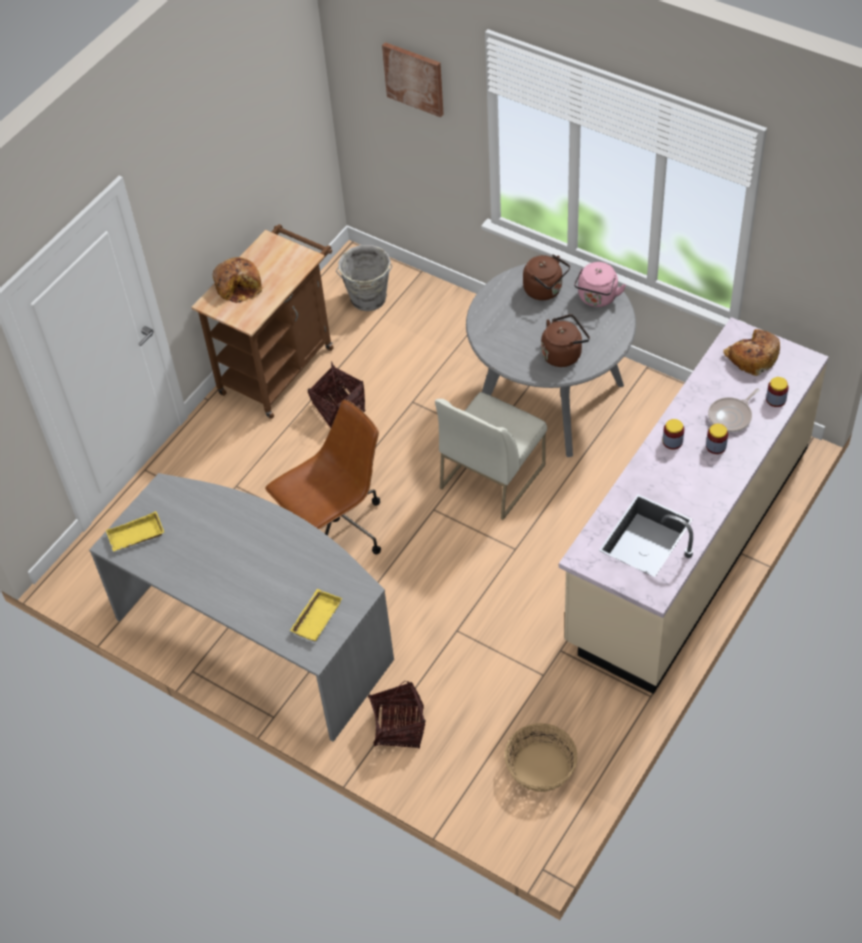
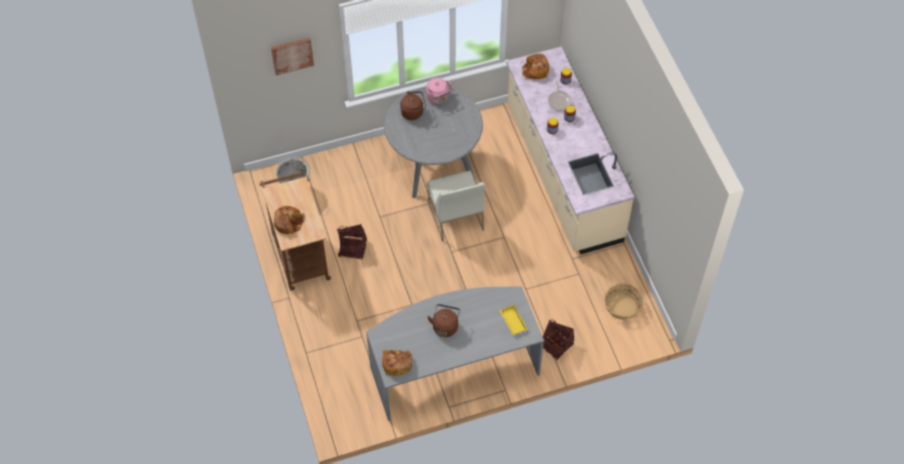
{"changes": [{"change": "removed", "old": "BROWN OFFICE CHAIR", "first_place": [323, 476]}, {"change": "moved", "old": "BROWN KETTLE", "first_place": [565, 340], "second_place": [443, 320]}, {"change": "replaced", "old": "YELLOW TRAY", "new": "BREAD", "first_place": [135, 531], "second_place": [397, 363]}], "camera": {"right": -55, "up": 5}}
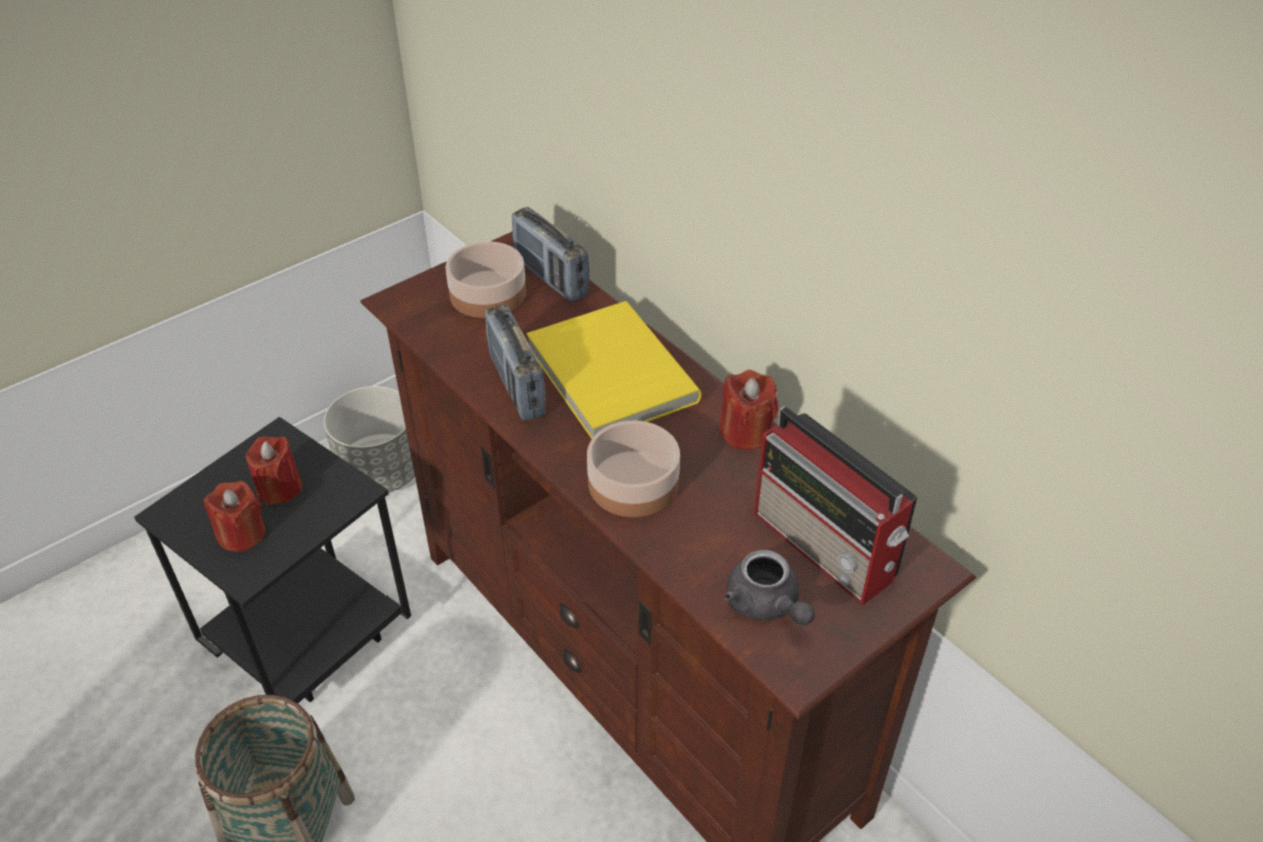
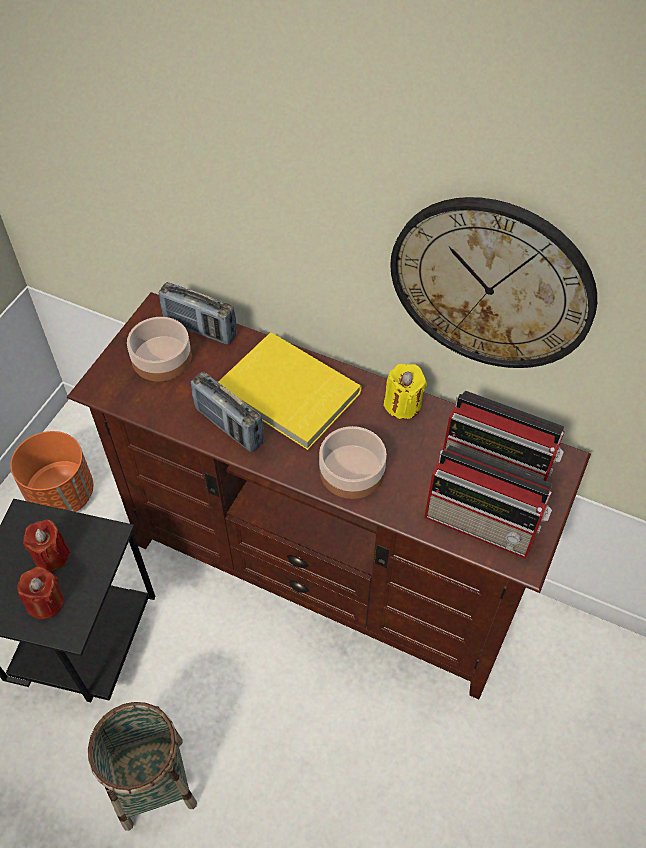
{"changes": [{"change": "added", "new": "WALL CLOCK", "second_place": [493, 282]}, {"change": "replaced", "old": "GREY TEAPOT", "new": "RADIO", "first_place": [769, 587], "second_place": [488, 502]}, {"change": "recoloured", "old": "GREY PLANTER", "new": "ORANGE PLANTER", "first_place": [369, 439], "second_place": [51, 471]}, {"change": "recoloured", "old": "RED CANDLE", "new": "YELLOW CANDLE", "first_place": [749, 410], "second_place": [405, 391]}], "camera": {"right": -25, "up": 10}}
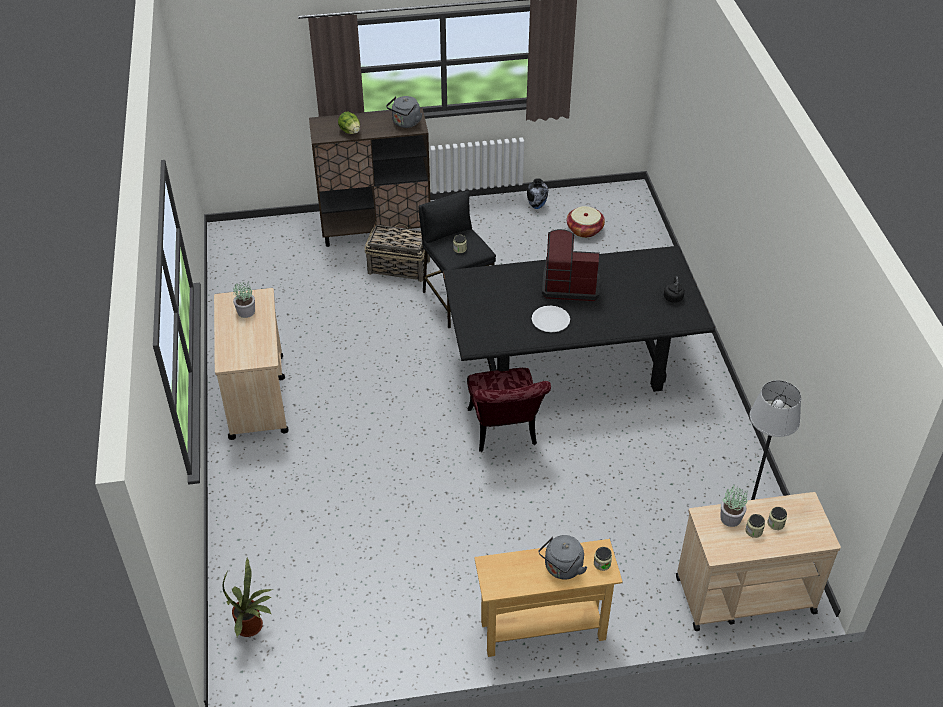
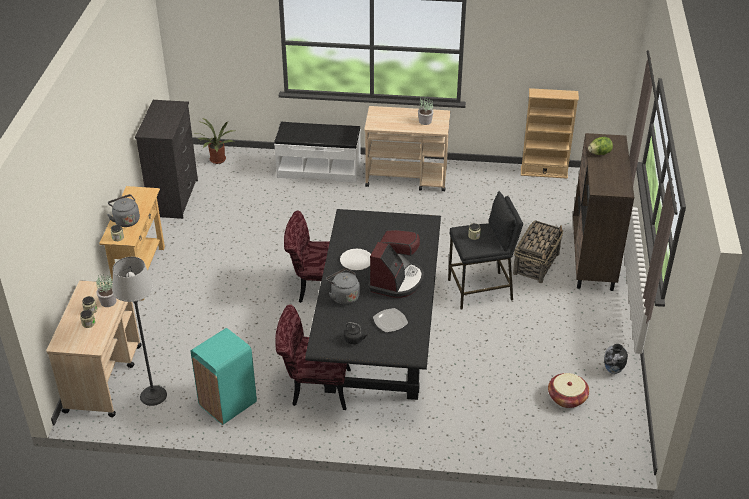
{"changes": [{"change": "added", "new": "BLACK DRESSER", "second_place": [166, 159]}, {"change": "added", "new": "TURQUOISE TRASH CAN", "second_place": [224, 376]}, {"change": "added", "new": "WHITE BENCH", "second_place": [317, 152]}, {"change": "added", "new": "RED CHAIR", "second_place": [313, 357]}, {"change": "added", "new": "PLATE", "second_place": [390, 320]}, {"change": "added", "new": "BEIGE BOOKCASE", "second_place": [550, 133]}, {"change": "moved", "old": "GREY KETTLE", "first_place": [404, 112], "second_place": [343, 286]}], "camera": {"right": 105, "up": -5}}
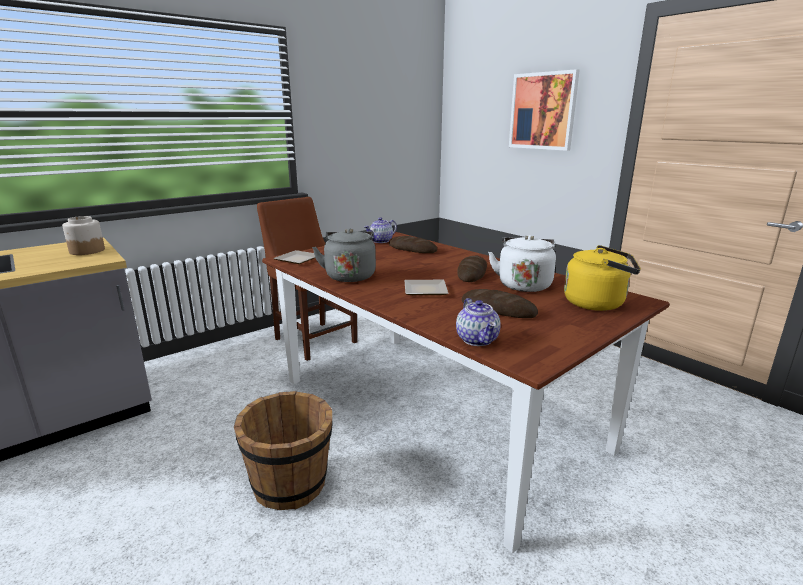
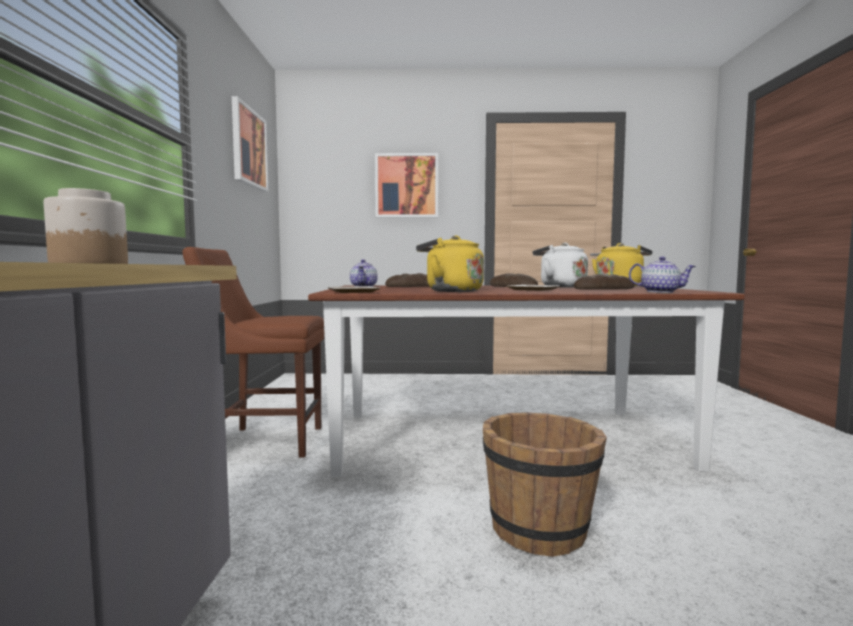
{"changes": [{"change": "added", "new": "PICTURE", "second_place": [250, 144]}, {"change": "recoloured", "old": "GREY KETTLE", "new": "YELLOW KETTLE", "first_place": [344, 255], "second_place": [450, 264]}], "camera": {"right": -50, "up": -15}}
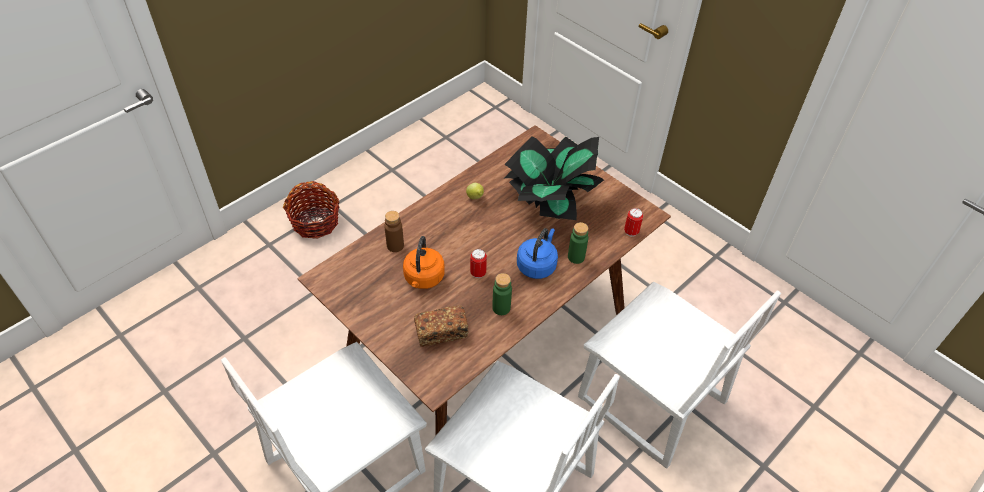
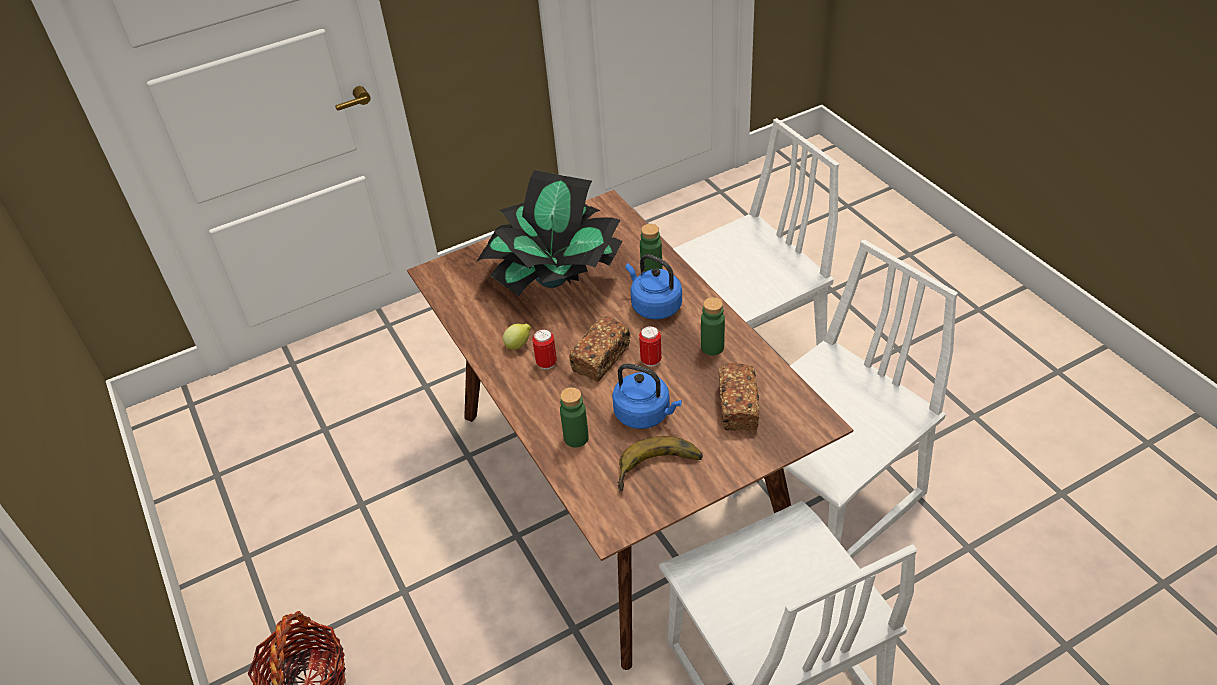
{"changes": [{"change": "added", "new": "BREAD", "second_place": [600, 349]}, {"change": "added", "new": "BANANA", "second_place": [660, 464]}, {"change": "moved", "old": "CAN", "first_place": [633, 222], "second_place": [544, 349]}, {"change": "recoloured", "old": "BROWN BOTTLE", "new": "GREEN BOTTLE", "first_place": [394, 231], "second_place": [574, 417]}, {"change": "recoloured", "old": "ORANGE KETTLE", "new": "BLUE KETTLE", "first_place": [424, 262], "second_place": [647, 396]}], "camera": {"right": -70, "up": -5}}
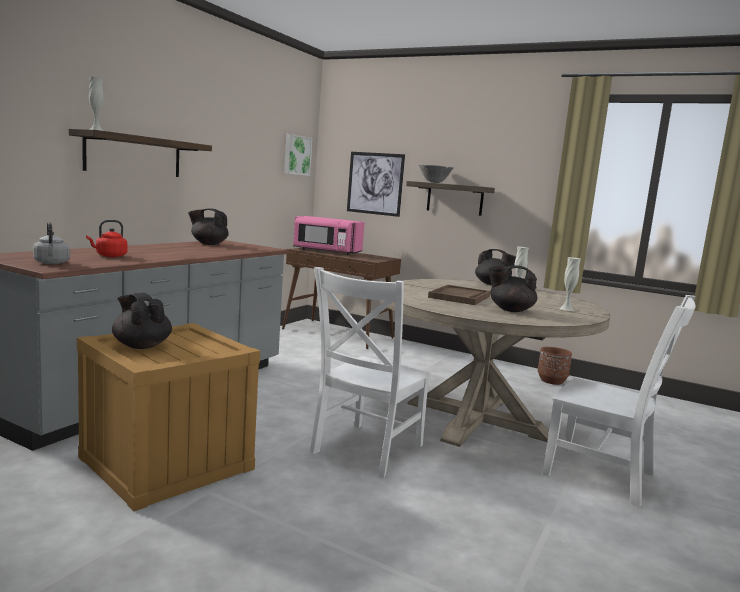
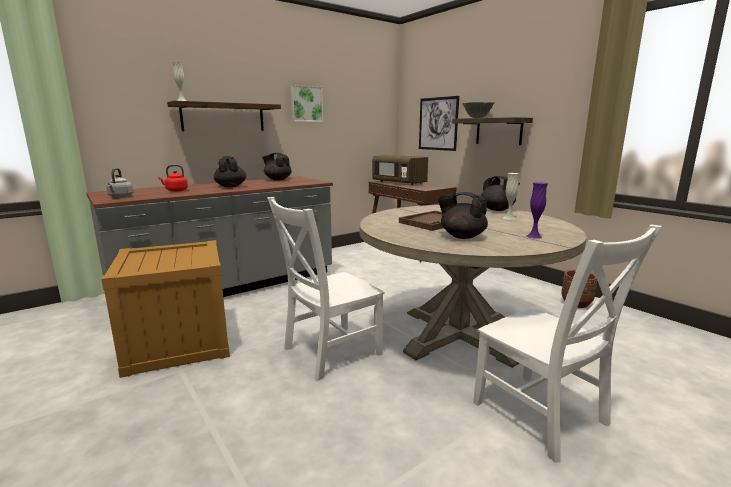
{"changes": [{"change": "moved", "old": "BLACK TEAPOT", "first_place": [142, 321], "second_place": [230, 171]}, {"change": "moved", "old": "PICTURE", "first_place": [298, 155], "second_place": [306, 103]}, {"change": "recoloured", "old": "PINK MICROWAVE", "new": "BROWN MICROWAVE", "first_place": [329, 235], "second_place": [400, 170]}, {"change": "recoloured", "old": "WHITE VASE", "new": "PURPLE VASE", "first_place": [570, 284], "second_place": [537, 210]}], "camera": {"right": 25, "up": 5}}
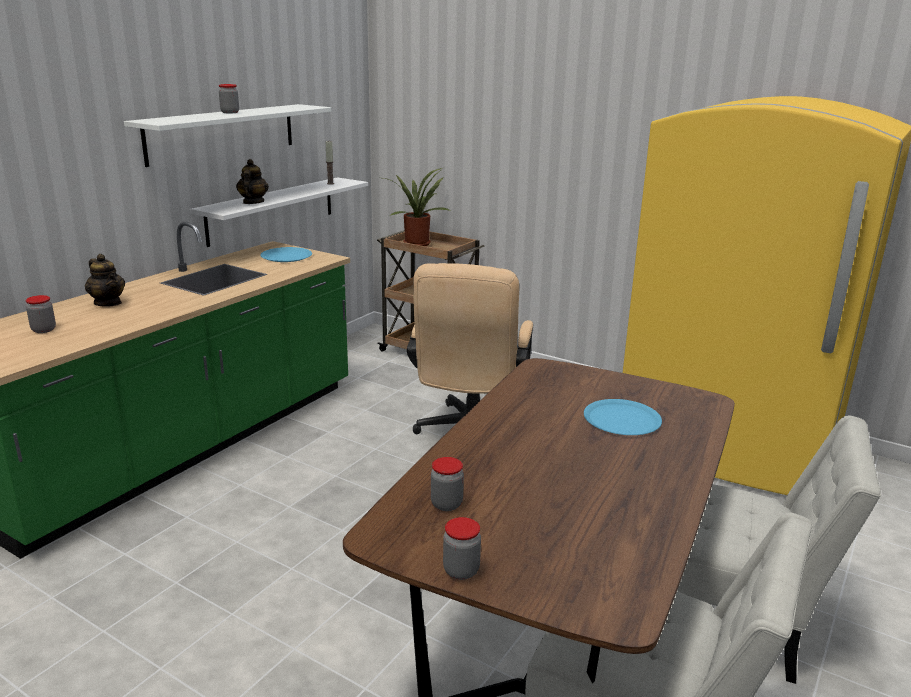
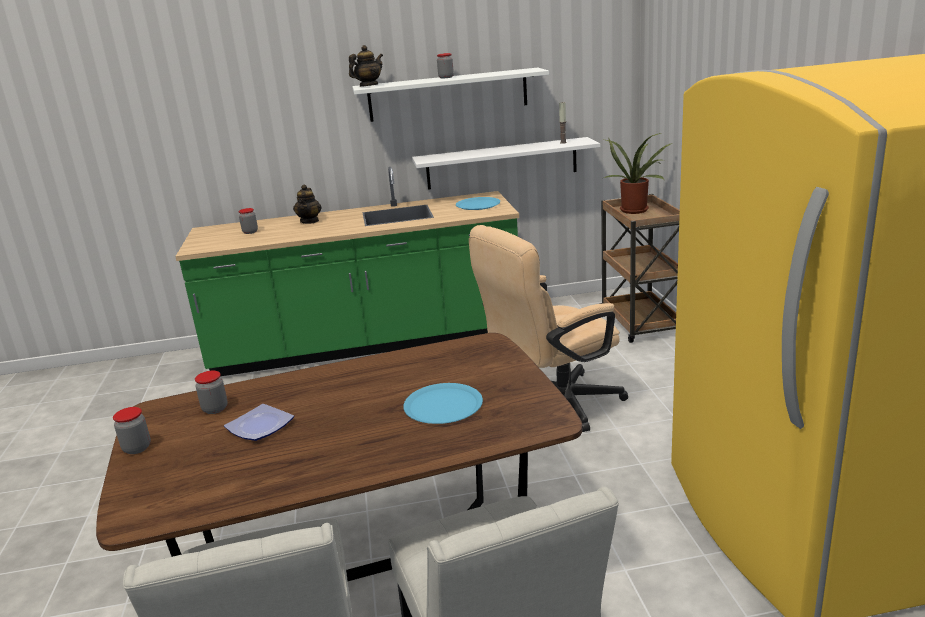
{"changes": [{"change": "added", "new": "PLATE", "second_place": [259, 422]}, {"change": "moved", "old": "TEAPOT", "first_place": [252, 181], "second_place": [366, 66]}], "camera": {"right": 50, "up": 0}}
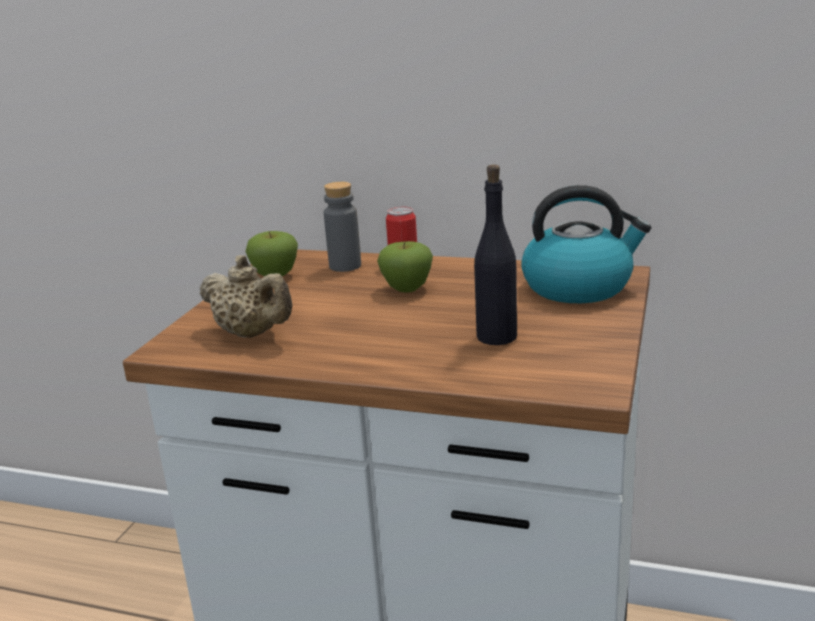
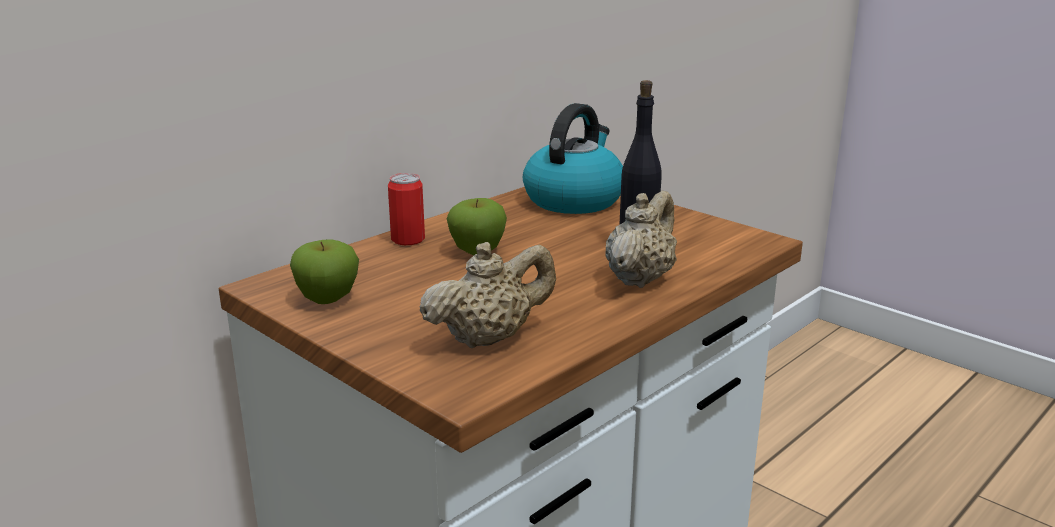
{"changes": [{"change": "removed", "old": "GREY BOTTLE", "first_place": [342, 227]}, {"change": "added", "new": "BEIGE TEAPOT", "second_place": [641, 239]}], "camera": {"right": -65, "up": 0}}
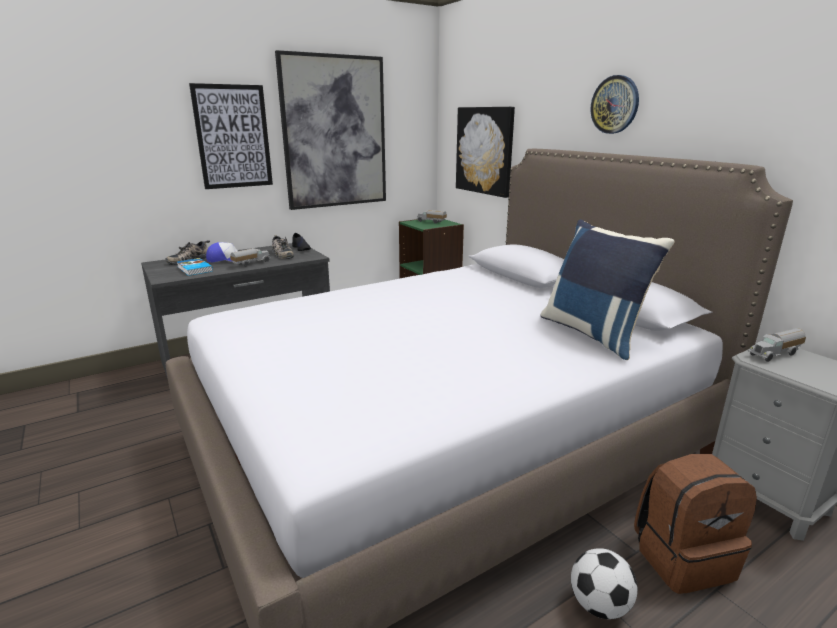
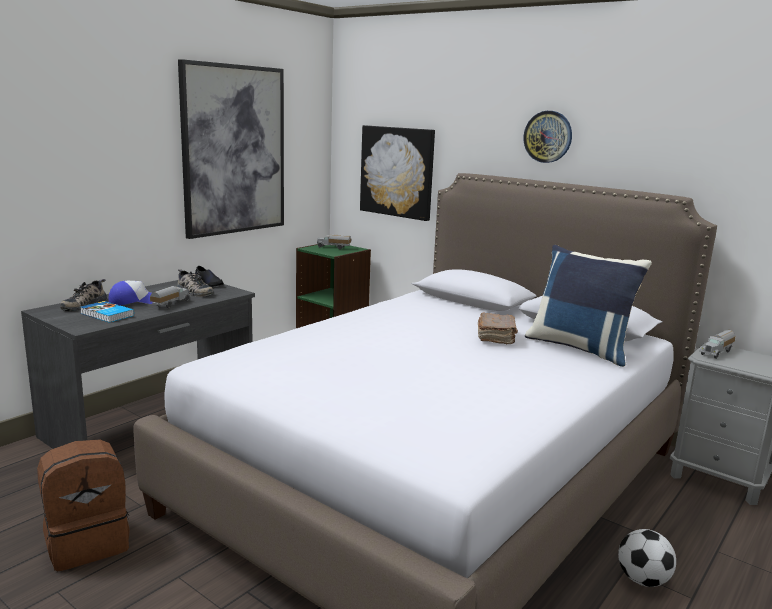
{"changes": [{"change": "removed", "old": "PICTURE", "first_place": [231, 136]}, {"change": "added", "new": "BROWN BOOK", "second_place": [498, 328]}, {"change": "moved", "old": "BROWN BACKPACK", "first_place": [695, 524], "second_place": [83, 505]}], "camera": {"right": -20, "up": -5}}
